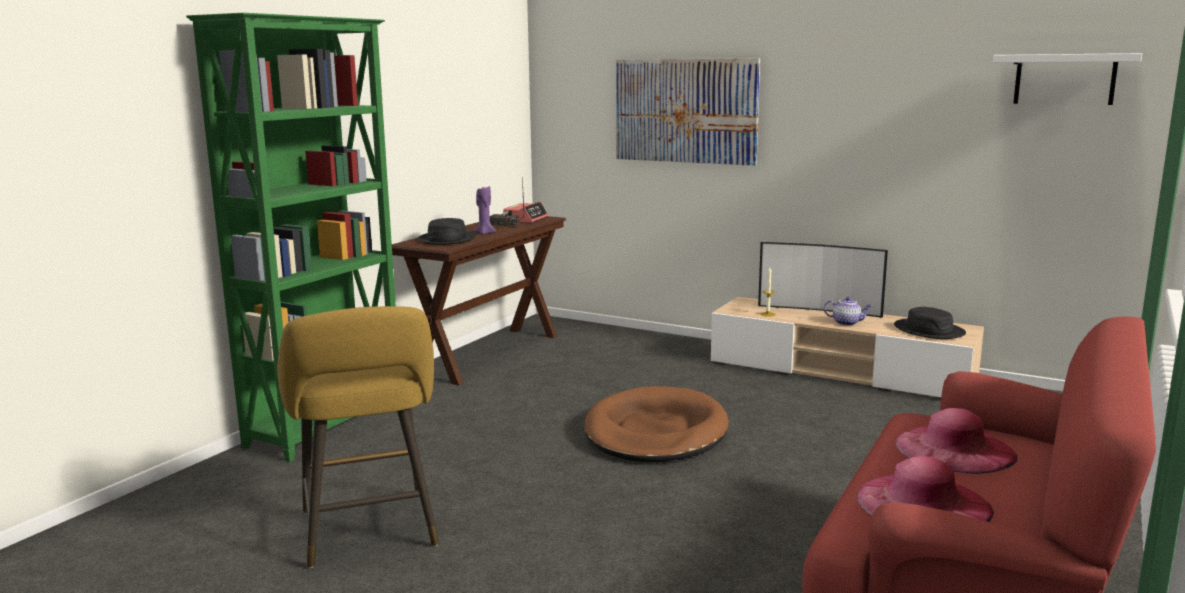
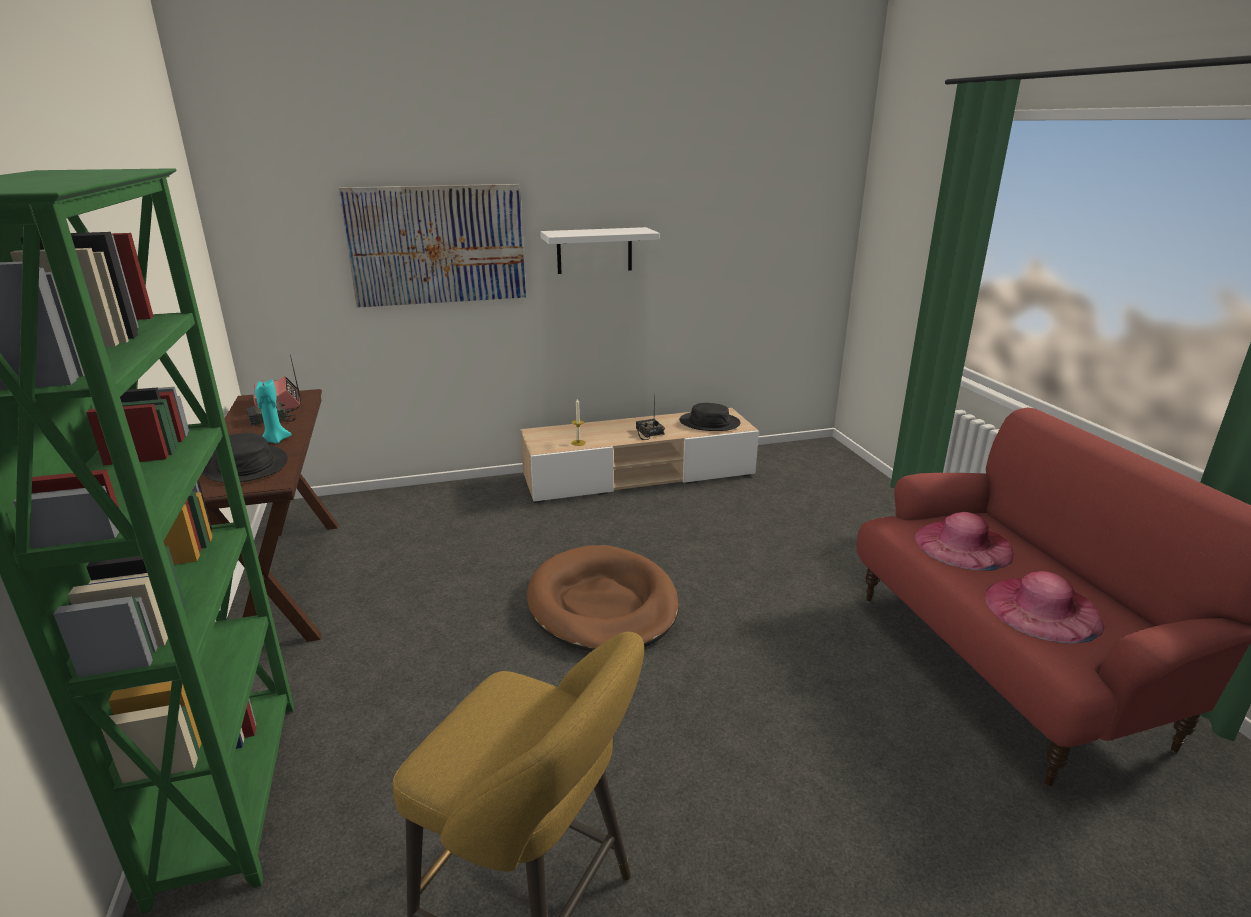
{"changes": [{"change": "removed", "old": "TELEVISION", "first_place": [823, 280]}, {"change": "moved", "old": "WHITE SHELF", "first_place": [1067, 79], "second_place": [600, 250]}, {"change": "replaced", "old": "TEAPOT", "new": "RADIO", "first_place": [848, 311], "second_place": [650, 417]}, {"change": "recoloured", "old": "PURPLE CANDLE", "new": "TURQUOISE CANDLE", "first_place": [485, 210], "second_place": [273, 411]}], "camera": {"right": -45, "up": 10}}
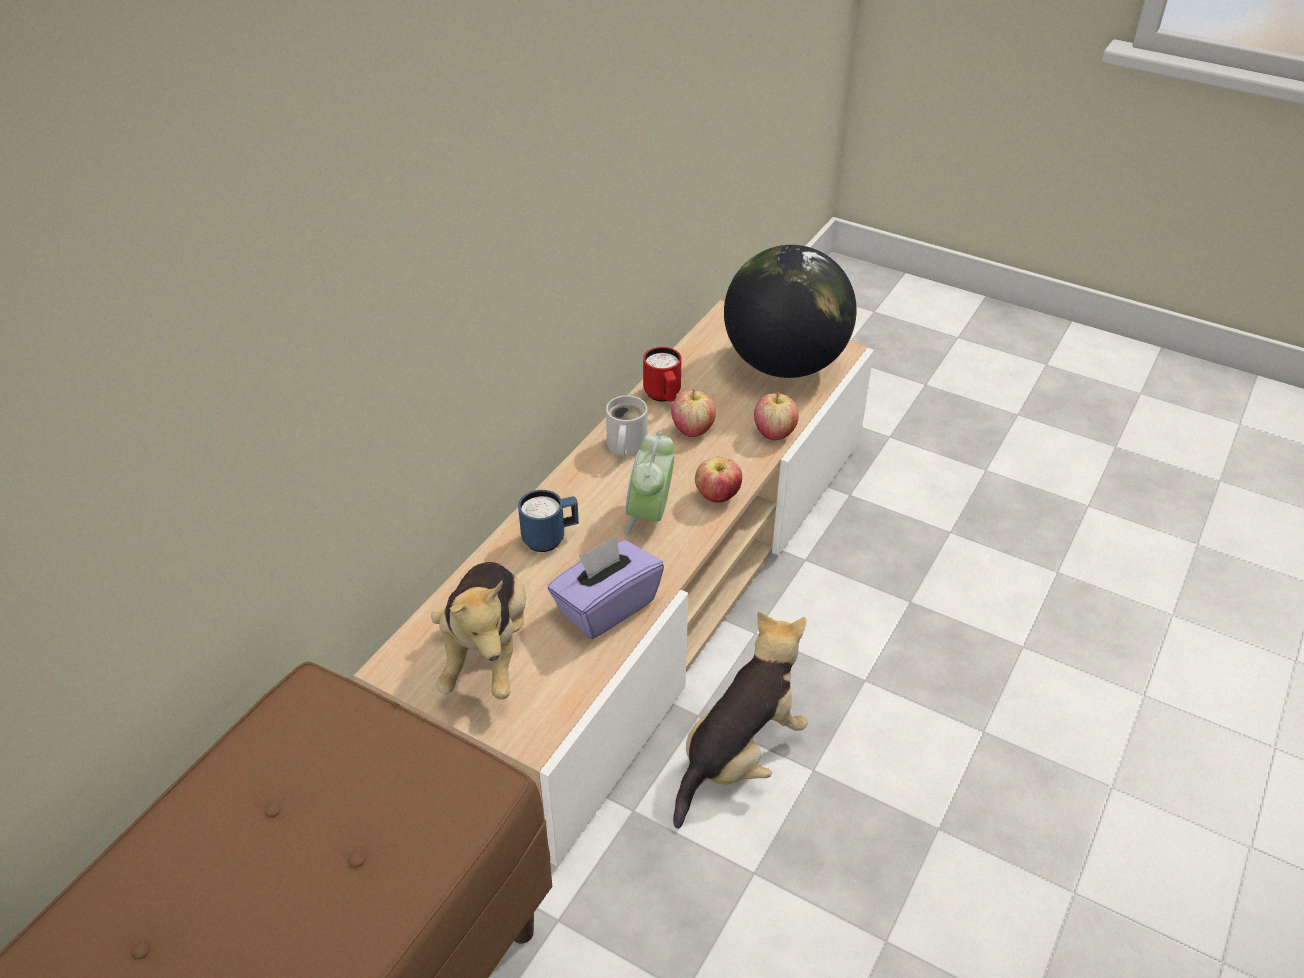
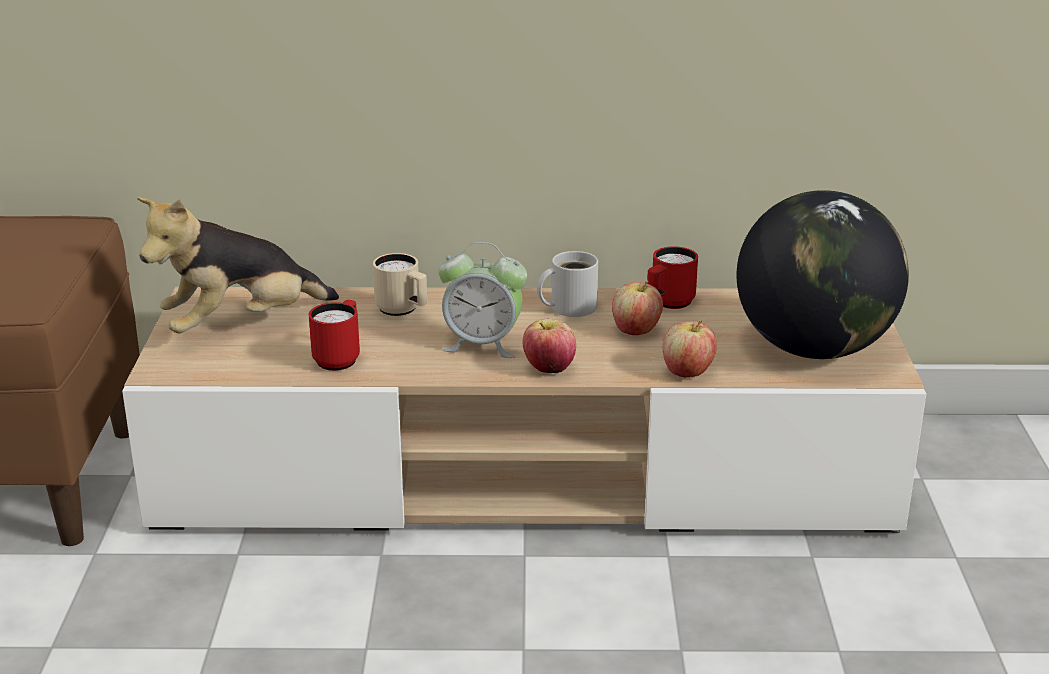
{"changes": [{"change": "removed", "old": "PLUSH TOY", "first_place": [740, 720]}, {"change": "replaced", "old": "PURPLE TISSUE BOX", "new": "RED MUG", "first_place": [606, 587], "second_place": [334, 335]}, {"change": "recoloured", "old": "BLUE MUG", "new": "BEIGE MUG", "first_place": [548, 521], "second_place": [400, 284]}, {"change": "turned", "old": "ALARM CLOCK", "first_place": [649, 484], "second_place": [482, 300], "degrees": -150}], "camera": {"right": 60, "up": -15}}
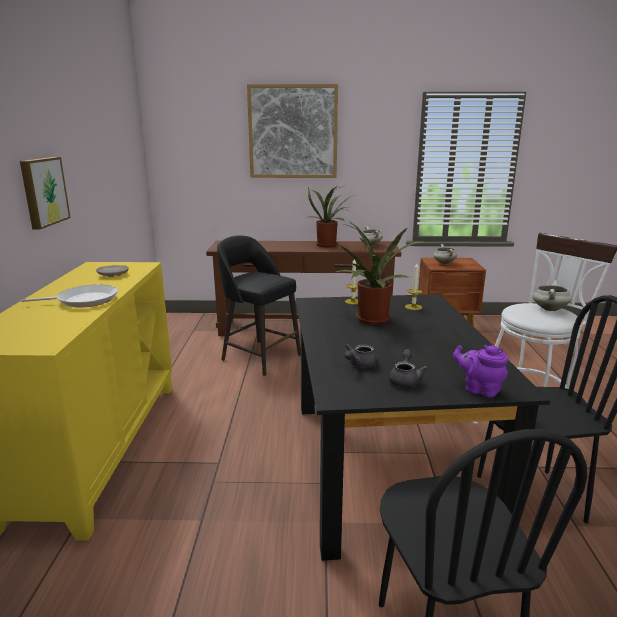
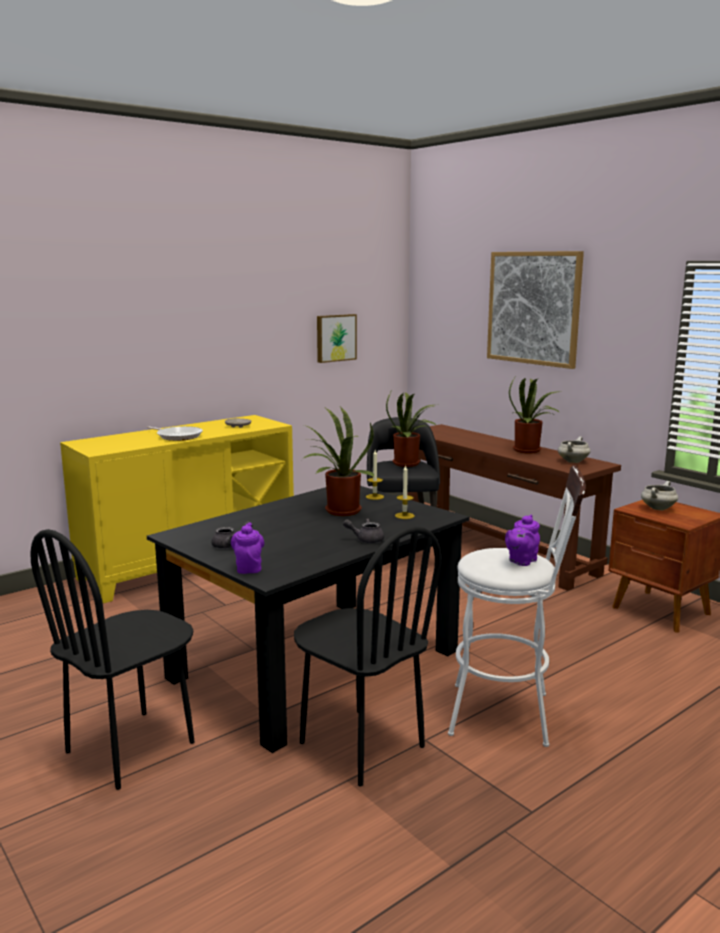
{"changes": [{"change": "added", "new": "POTTED PLANT", "second_place": [411, 429]}, {"change": "moved", "old": "PICTURE", "first_place": [45, 193], "second_place": [337, 338]}, {"change": "moved", "old": "GREY TEAPOT", "first_place": [361, 356], "second_place": [363, 531]}, {"change": "replaced", "old": "WHITE COOKING POT", "new": "PURPLE TEAPOT", "first_place": [552, 295], "second_place": [522, 540]}], "camera": {"right": 50, "up": -5}}
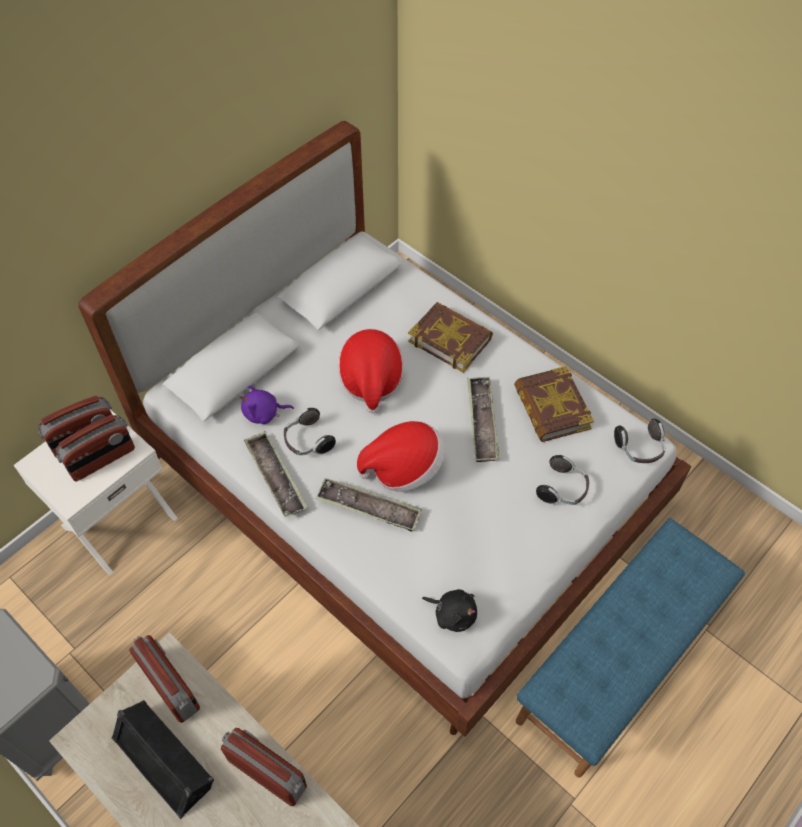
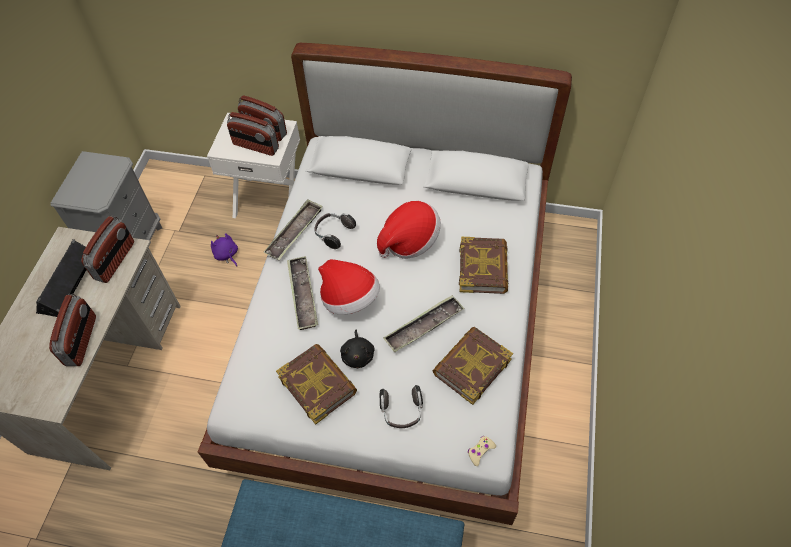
{"changes": [{"change": "added", "new": "BOOK", "second_place": [316, 384]}, {"change": "moved", "old": "PURPLE PLUSH TOY", "first_place": [267, 405], "second_place": [224, 250]}, {"change": "moved", "old": "BLACK PLUSH TOY", "first_place": [449, 610], "second_place": [357, 348]}, {"change": "replaced", "old": "HEADPHONES", "new": "BEIGE GAME CONTROLLER", "first_place": [640, 441], "second_place": [482, 451]}], "camera": {"right": 60, "up": 0}}
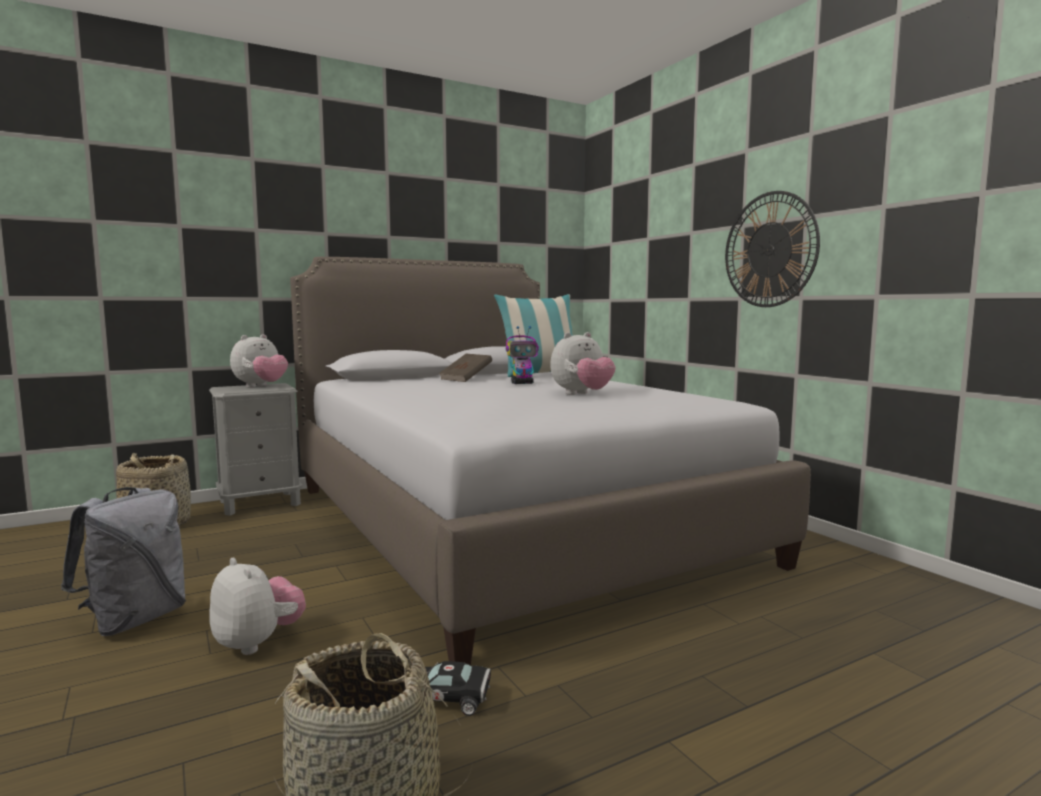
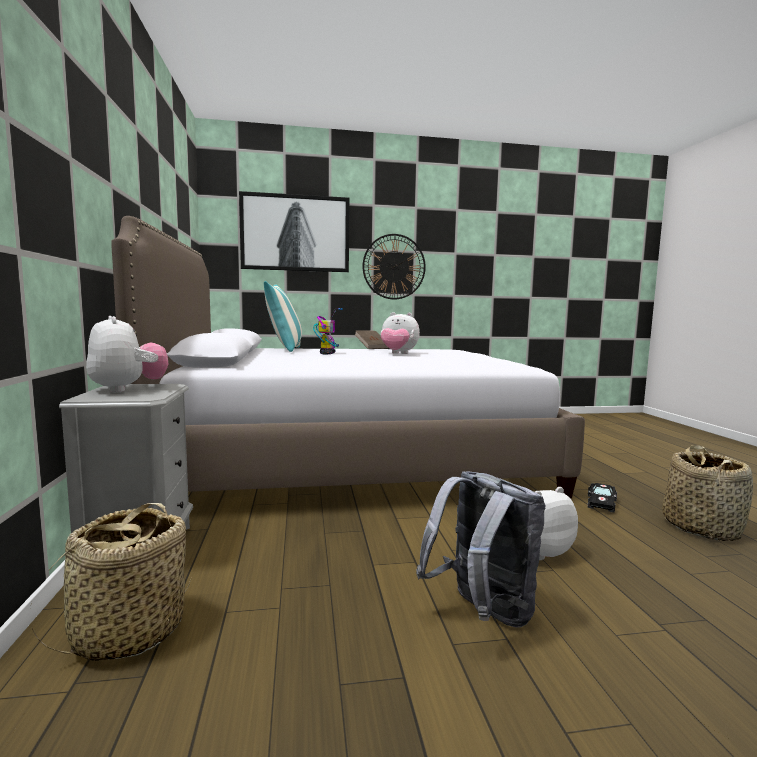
{"changes": [{"change": "added", "new": "PICTURE", "second_place": [294, 231]}, {"change": "moved", "old": "BROWN BOOK", "first_place": [465, 368], "second_place": [371, 339]}, {"change": "turned", "old": "PLUSH TOY", "first_place": [583, 363], "second_place": [400, 333], "degrees": 120}], "camera": {"right": -70, "up": 0}}
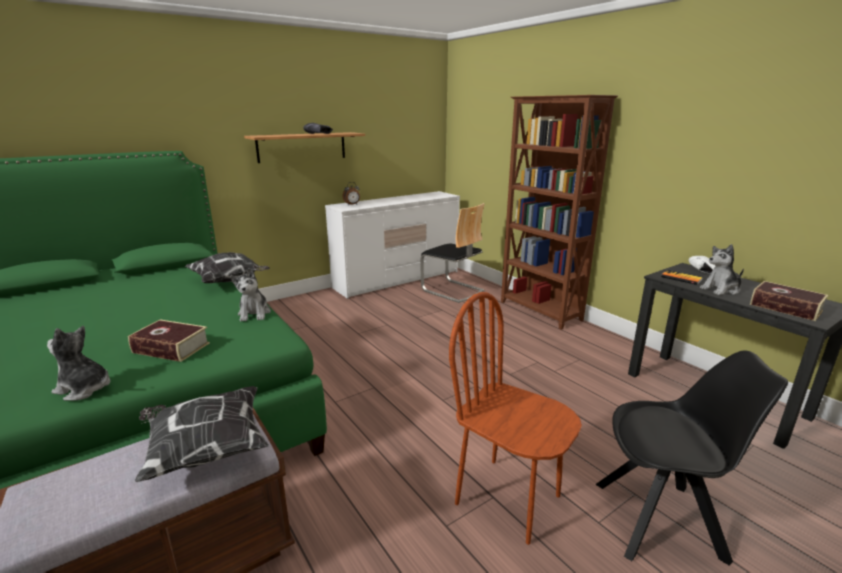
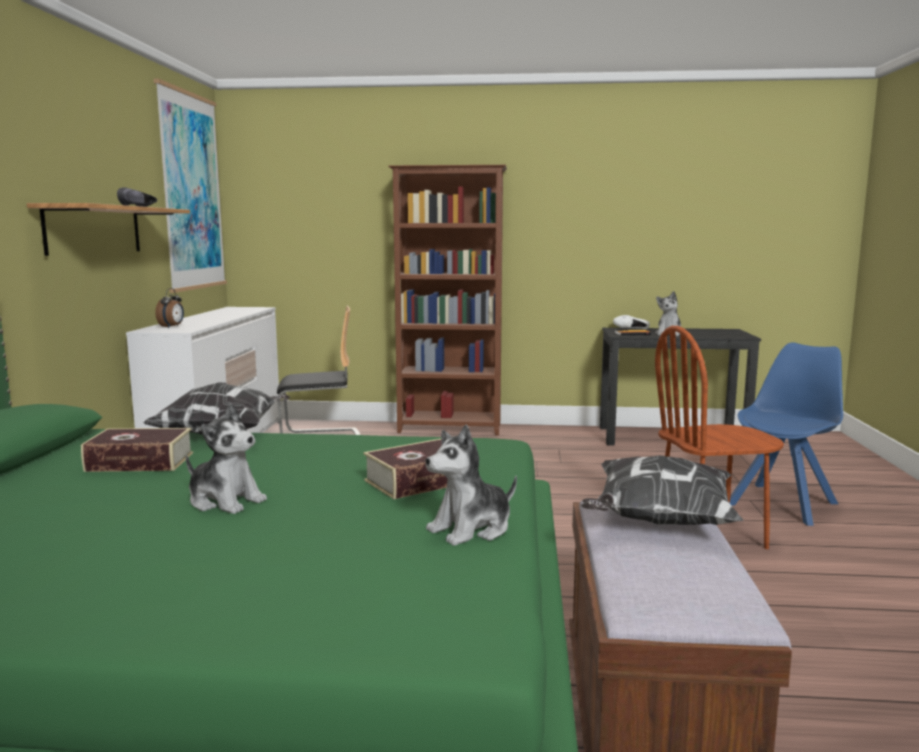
{"changes": [{"change": "added", "new": "PICTURE", "second_place": [190, 186]}, {"change": "moved", "old": "PLUSH TOY", "first_place": [250, 295], "second_place": [226, 458]}, {"change": "moved", "old": "BOOK", "first_place": [789, 301], "second_place": [137, 450]}, {"change": "recoloured", "old": "BLACK CHAIR", "new": "BLUE CHAIR", "first_place": [691, 457], "second_place": [786, 434]}], "camera": {"right": -50, "up": -10}}
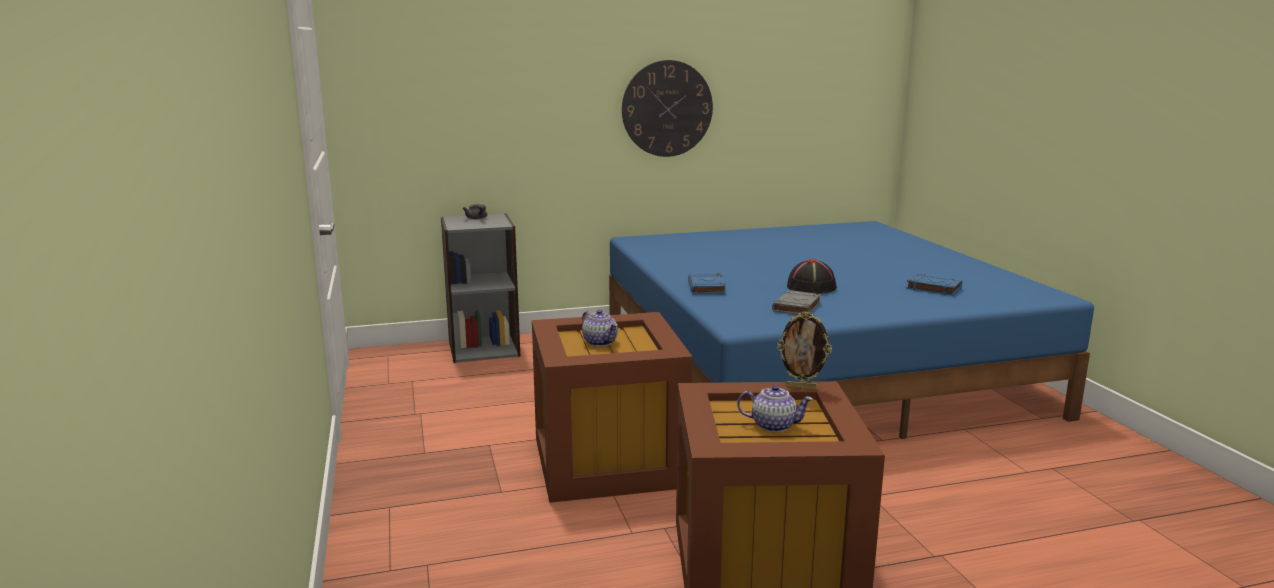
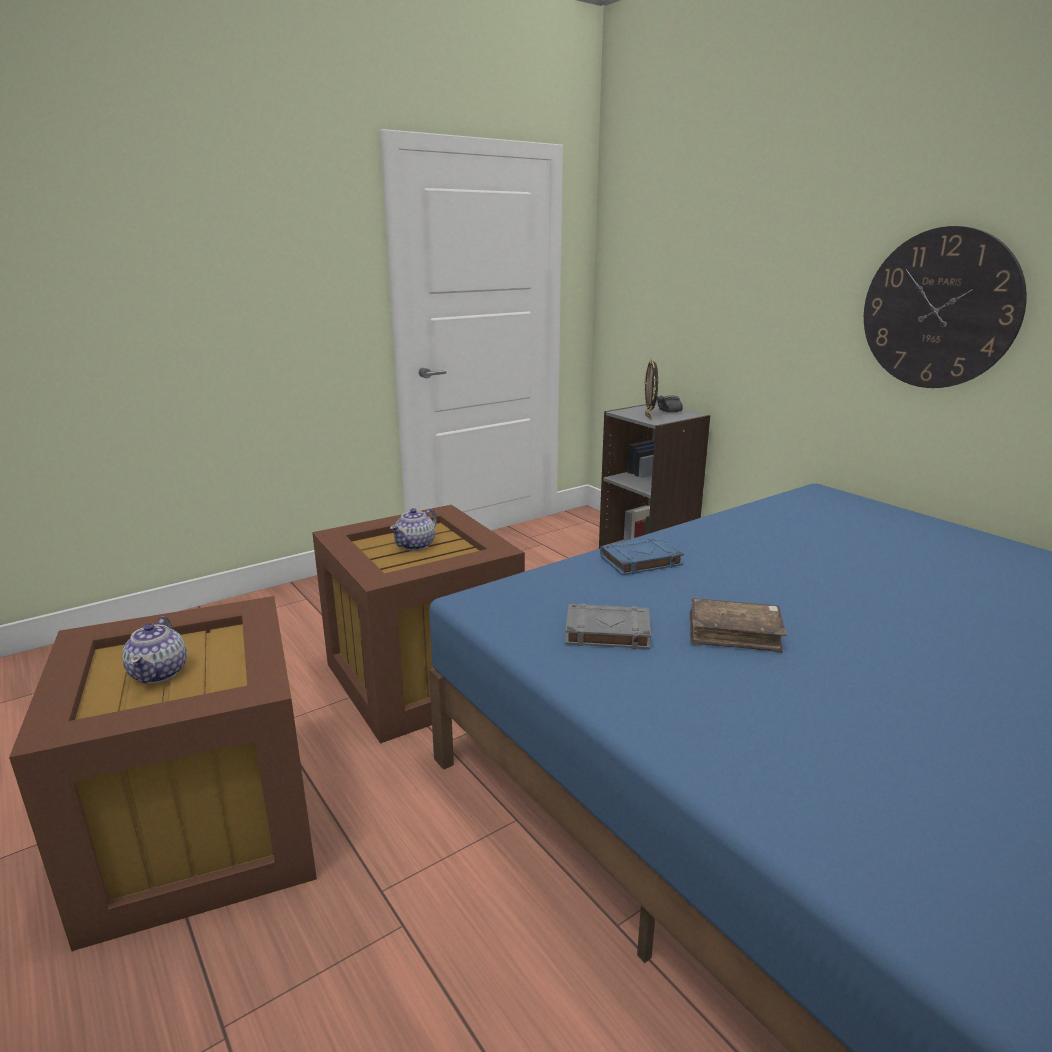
{"changes": [{"change": "removed", "old": "BLUE BOOK", "first_place": [934, 285]}, {"change": "moved", "old": "PICTURE FRAME", "first_place": [804, 350], "second_place": [651, 388]}, {"change": "replaced", "old": "BLACK HAT", "new": "BROWN BOOK", "first_place": [812, 276], "second_place": [738, 625]}], "camera": {"right": 70, "up": 5}}
